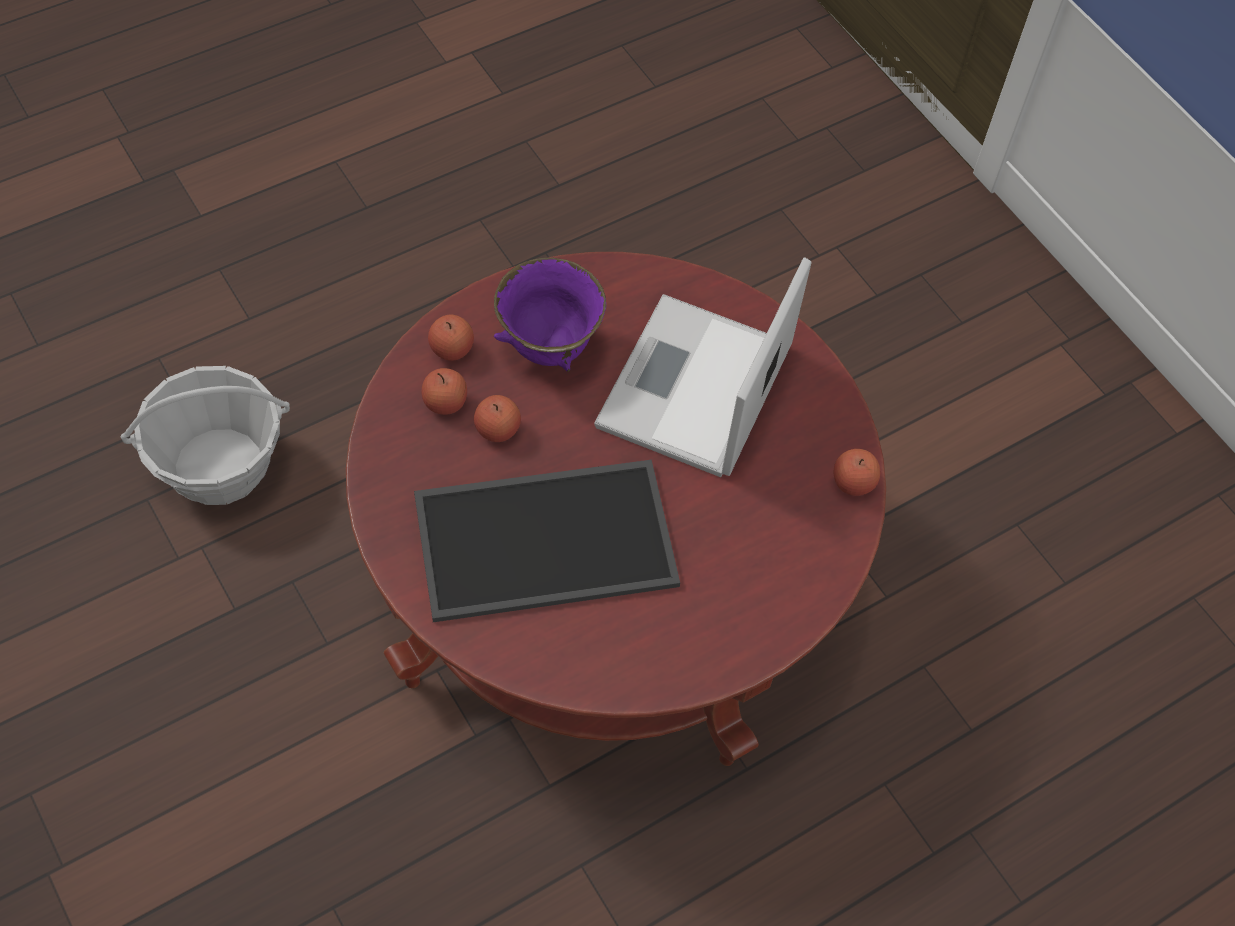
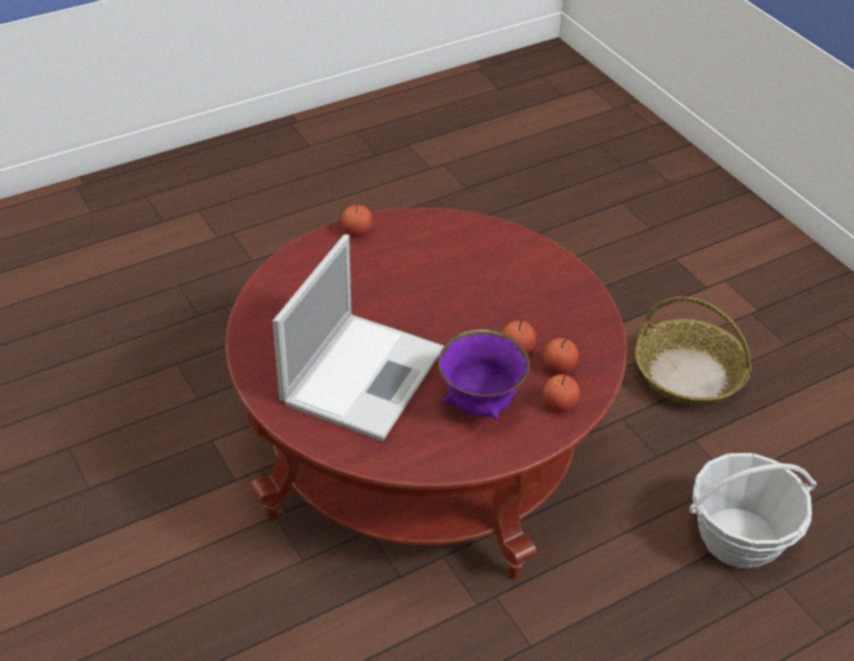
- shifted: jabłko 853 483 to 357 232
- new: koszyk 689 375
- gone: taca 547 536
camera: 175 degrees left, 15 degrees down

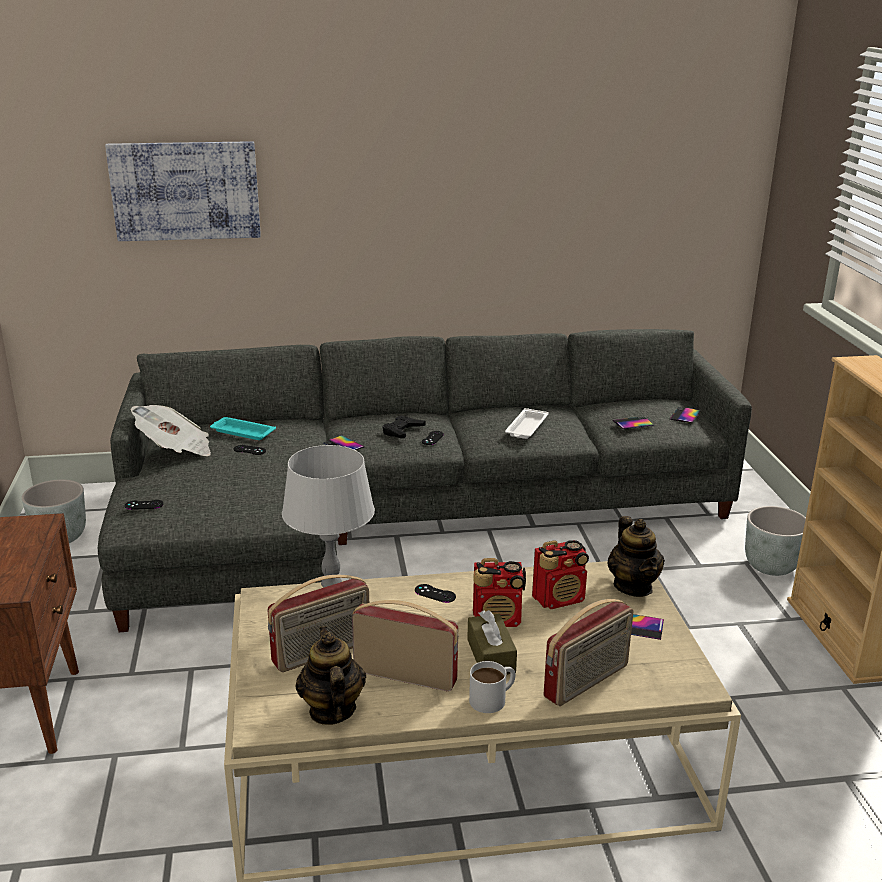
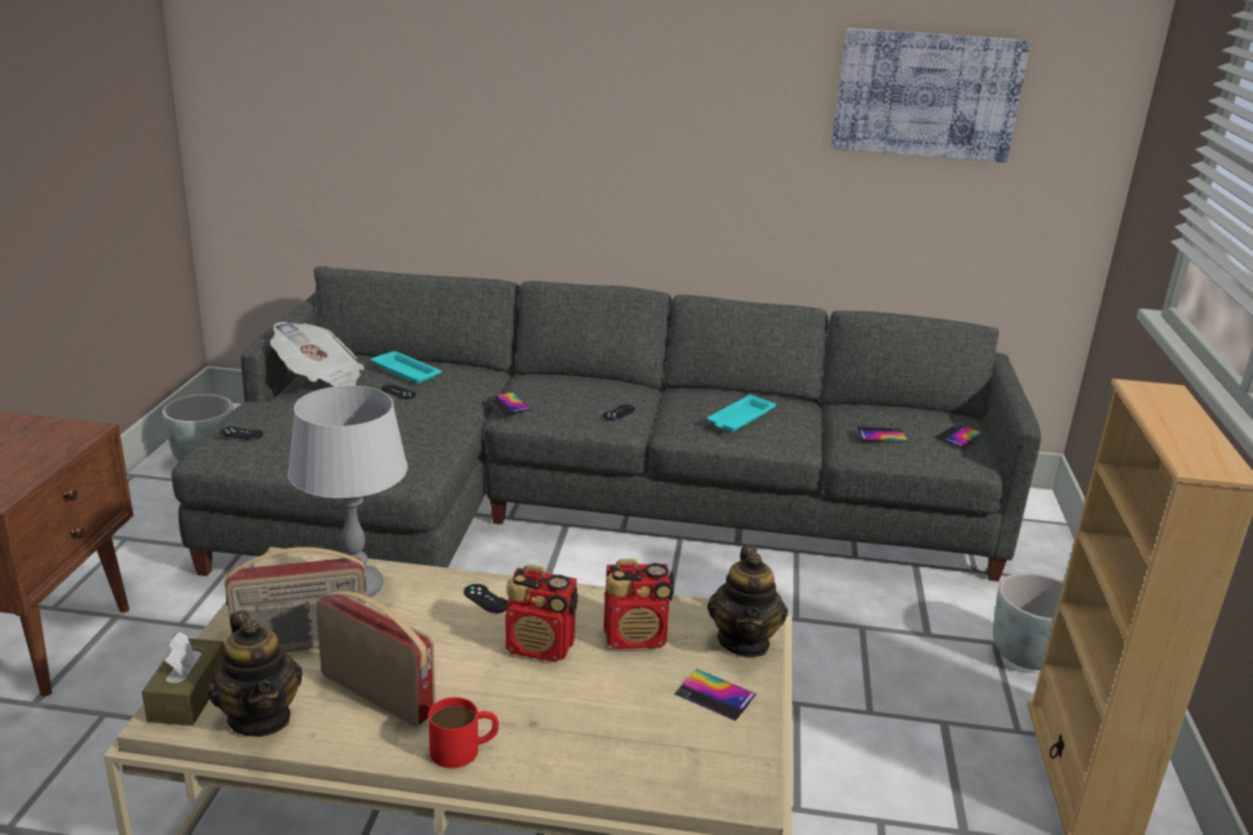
- shifted: pudełko chusteczek [brązowy] 491 656 to 188 695
- rotated: imbryk 331 710 = 260 717 150 degrees clockwise
- repainted: kubek [biały] 493 698 to kubek [czerwony] 464 749
- repainted: taca [biały] 526 428 to taca [turkusowy] 740 419
- shifted: obraz 185 191 to 927 95
- gone: pad do gier [czarny] 402 431
- gone: radio 587 682
camera: 15 degrees right, 0 degrees up

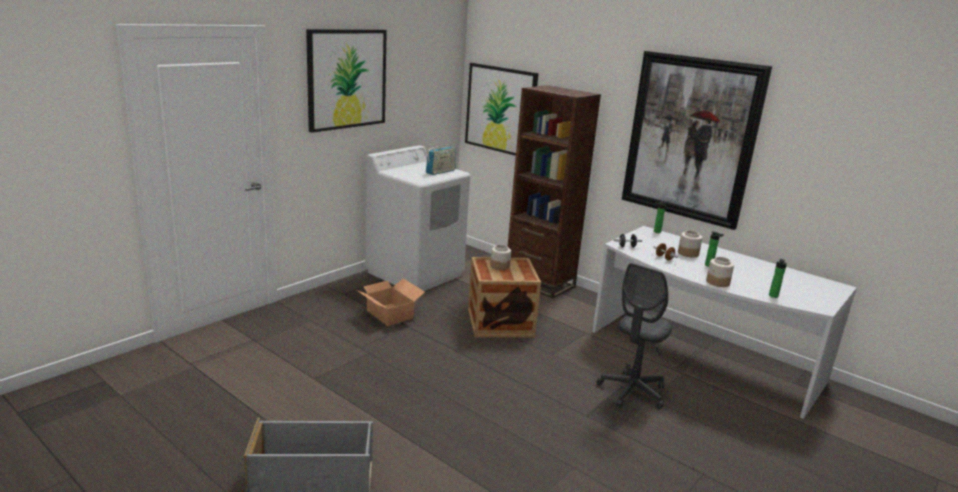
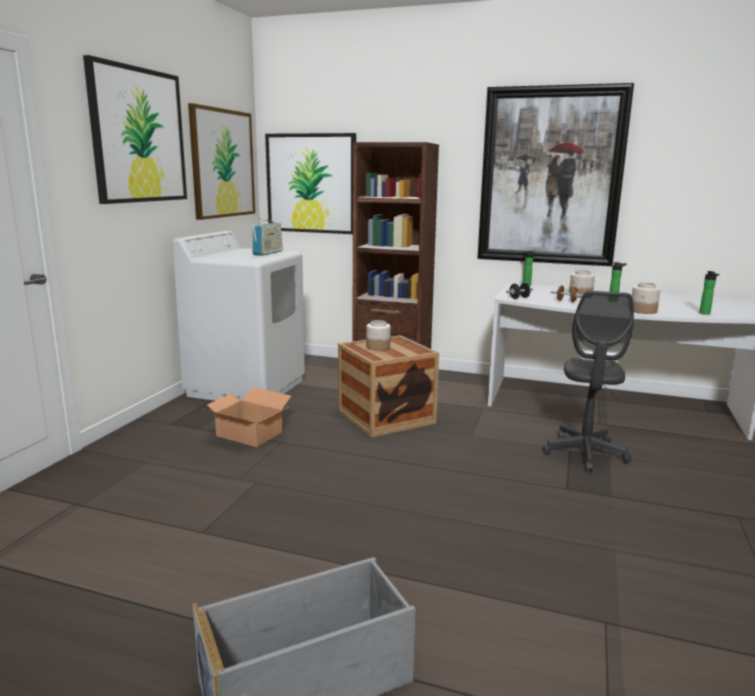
- new: obraz 222 163
camera: 20 degrees left, 5 degrees down

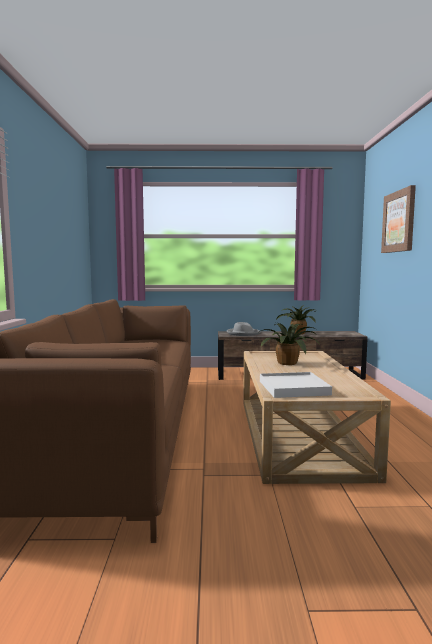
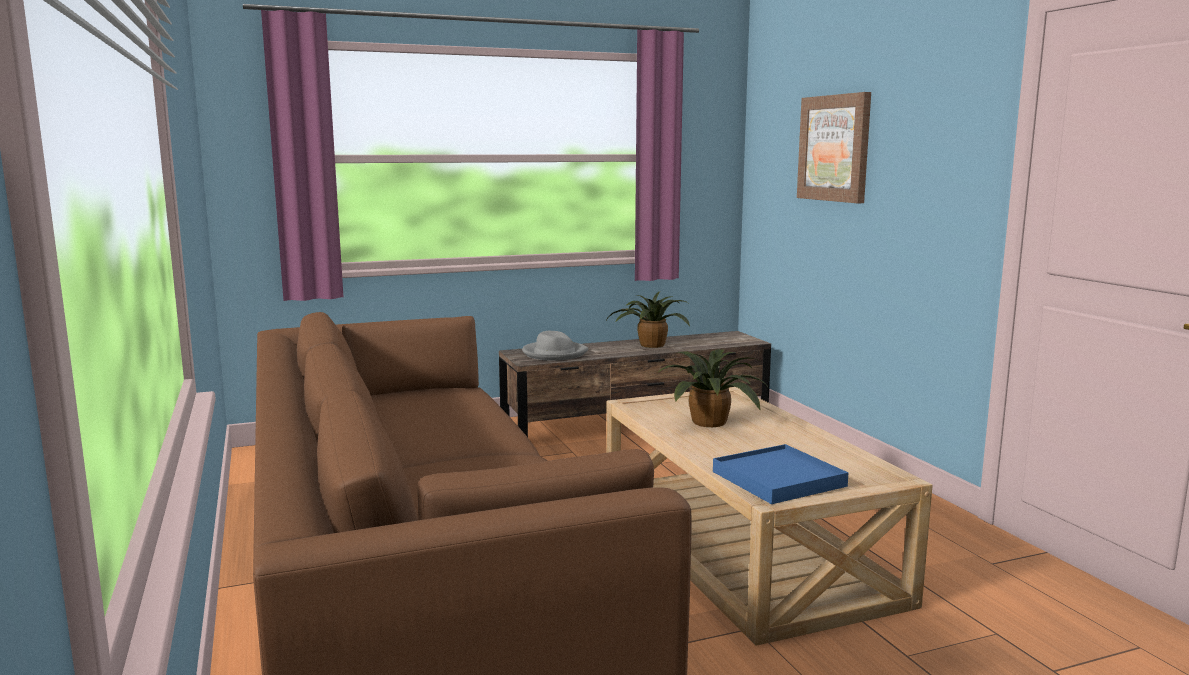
- repainted: taca [biały] 293 388 to taca [niebieski] 779 479
camera: 20 degrees left, 5 degrees up

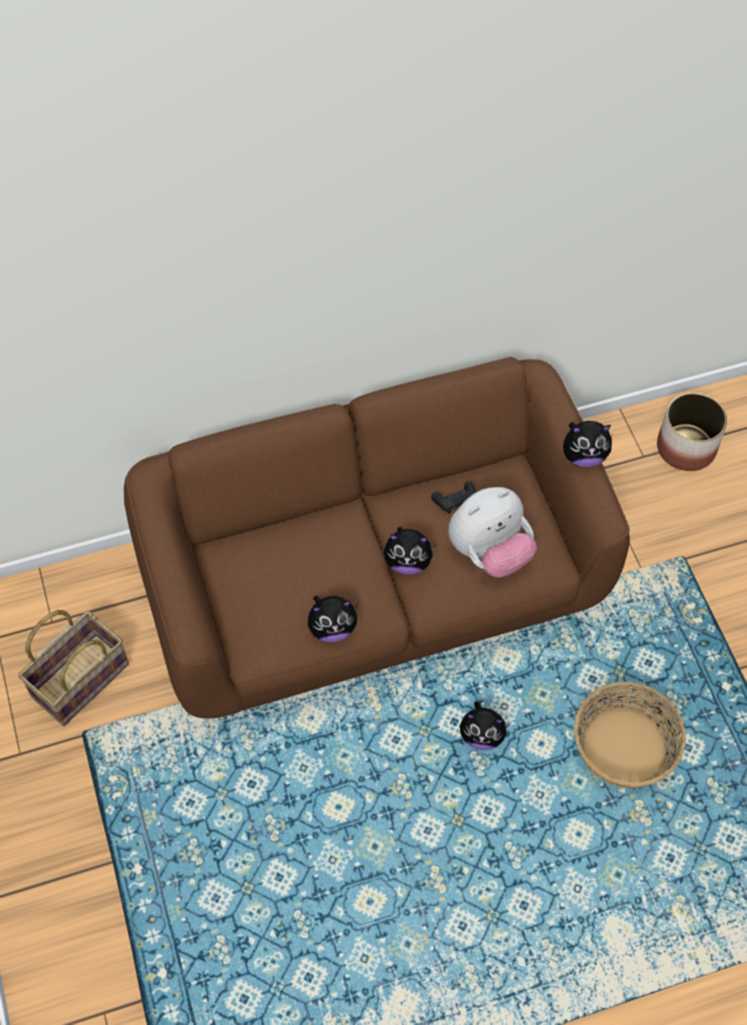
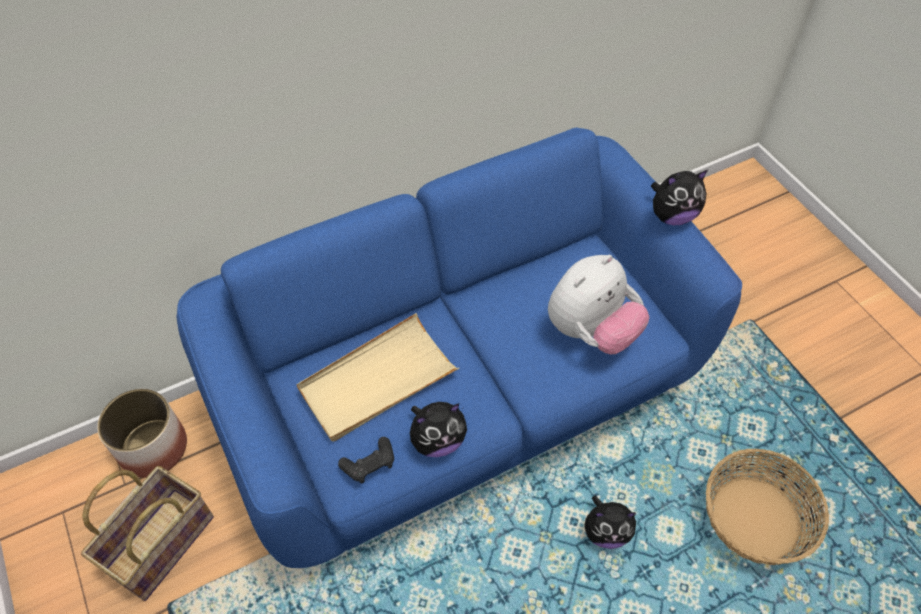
- shifted: donica 686 447 to 154 447
- repainted: kanapa [brązowy] 373 588 to kanapa [niebieski] 460 395
- new: taca [beżowy] 377 381
- shifted: pad do gier [czarny] 455 501 to 369 464
- gone: pluszak 408 561
camera: 10 degrees left, 5 degrees down

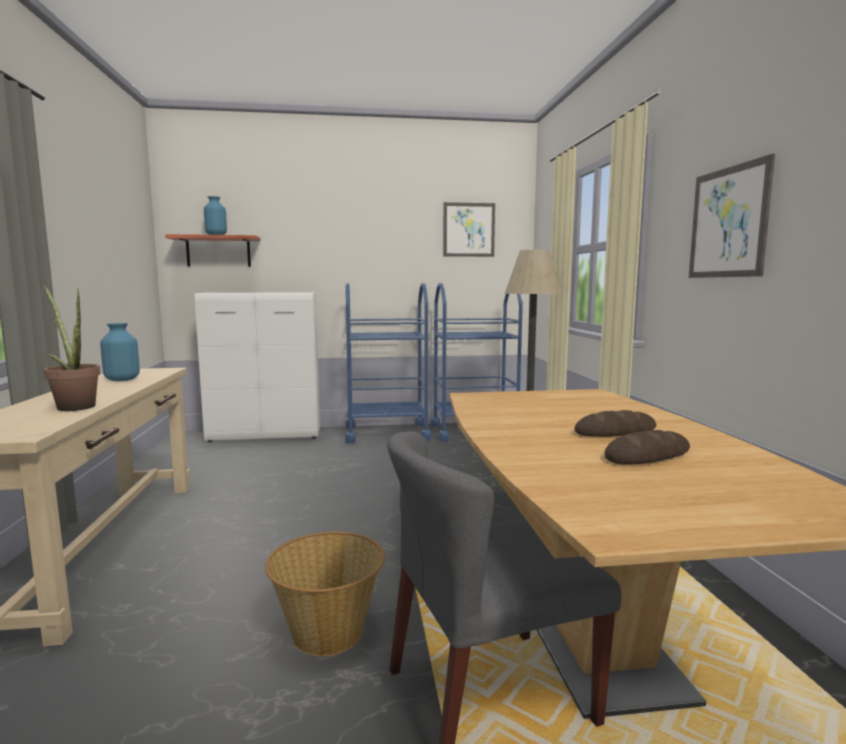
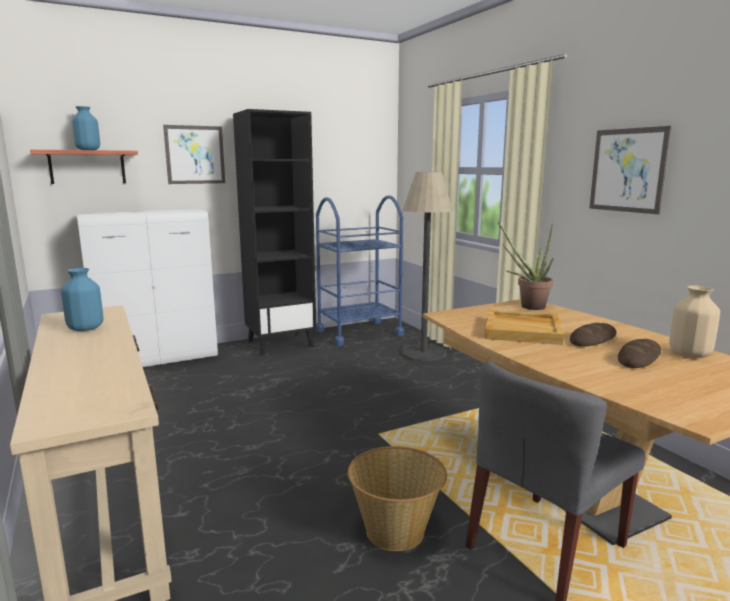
- shifted: obraz 468 230 to 195 155
- swapped: wózek [niebieski] 387 433 to regał [czarny] 281 343
- new: taca [beżowy] 523 330
- shifted: roślina doniczkowa 74 406 to 527 306
- new: wazon [beżowy] 689 354
camera: 20 degrees left, 5 degrees up

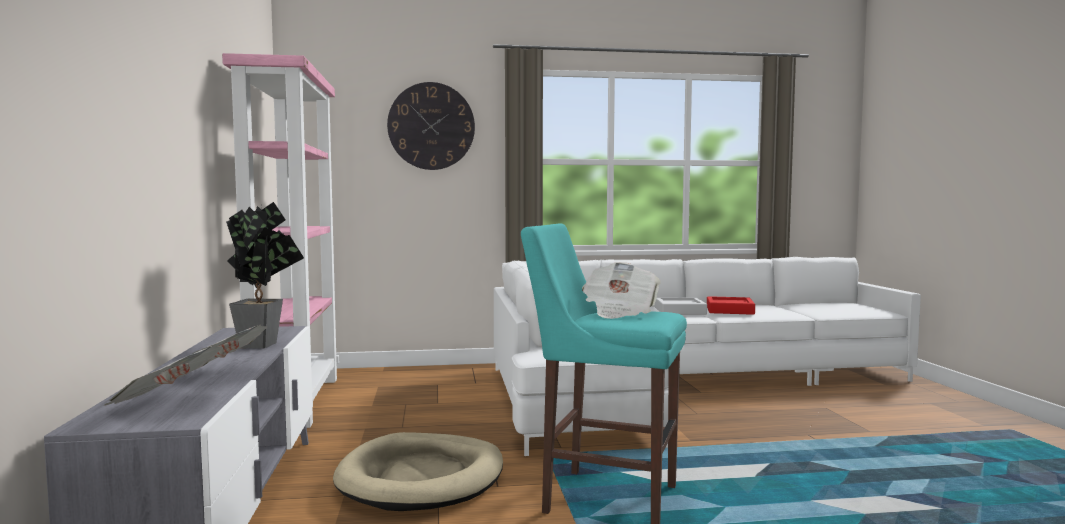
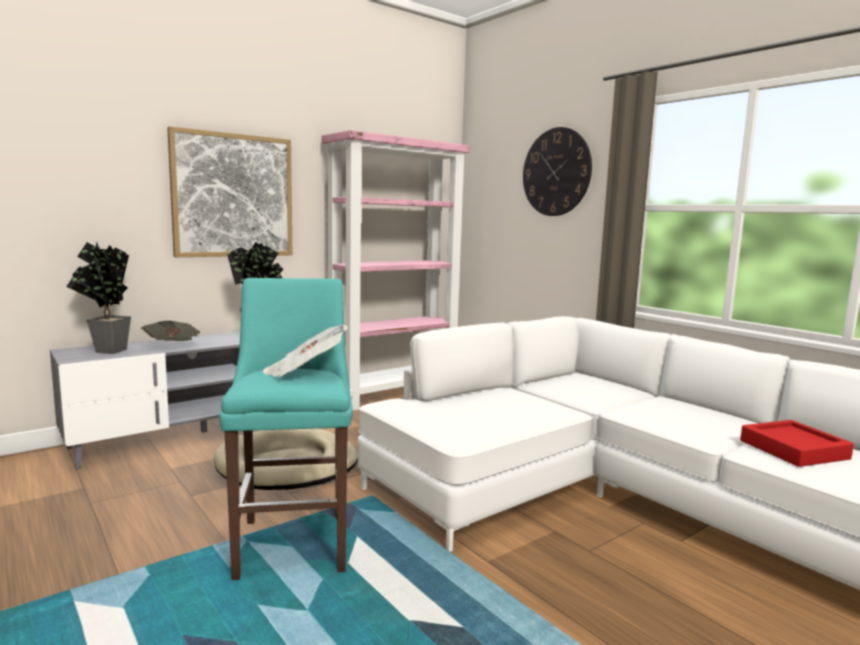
- swapped: gazeta 166 404 to roślina doniczkowa 106 351
- new: obraz 233 196
- gone: taca [szary] 680 311
camera: 60 degrees right, 5 degrees up

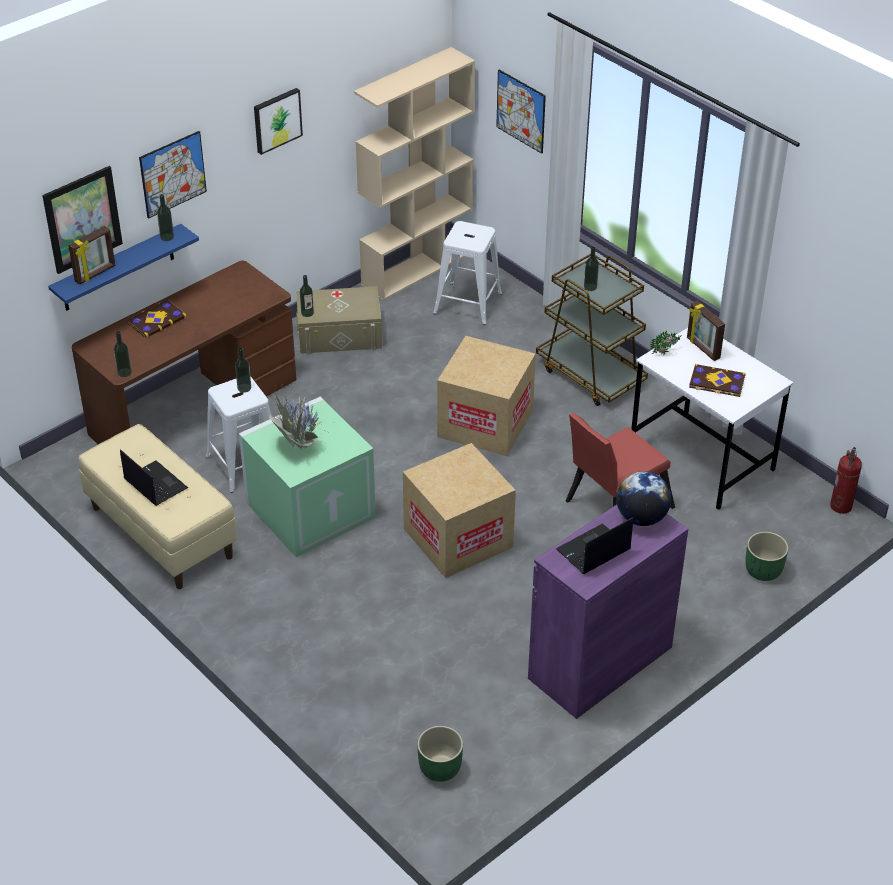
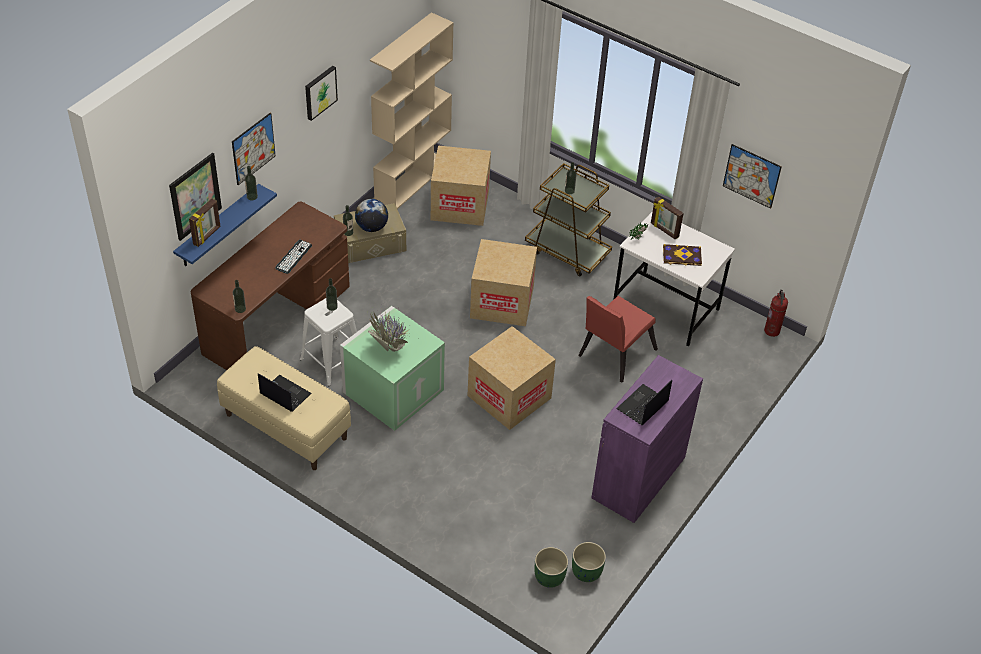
- new: klawiatura 293 257
- shifted: globus 641 518 to 371 227
- swapped: stołek [biały] 468 303 to karton 460 205
- shifted: donica [zielony] 763 571 to 586 572
- shifted: obraz 521 111 to 751 176
- gone: książka 156 320
camera: 15 degrees left, 5 degrees up

